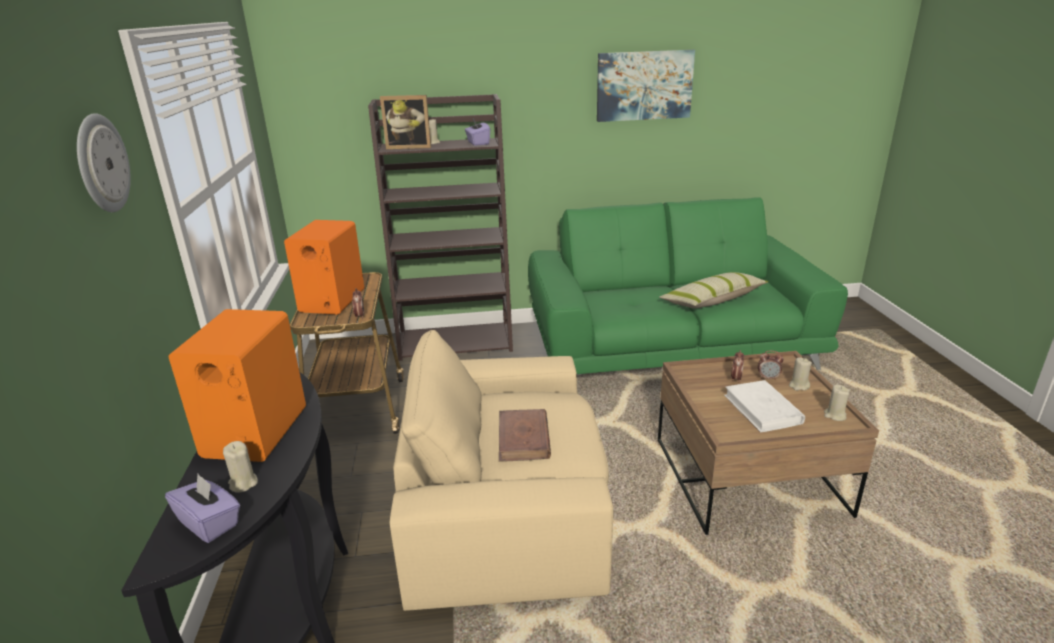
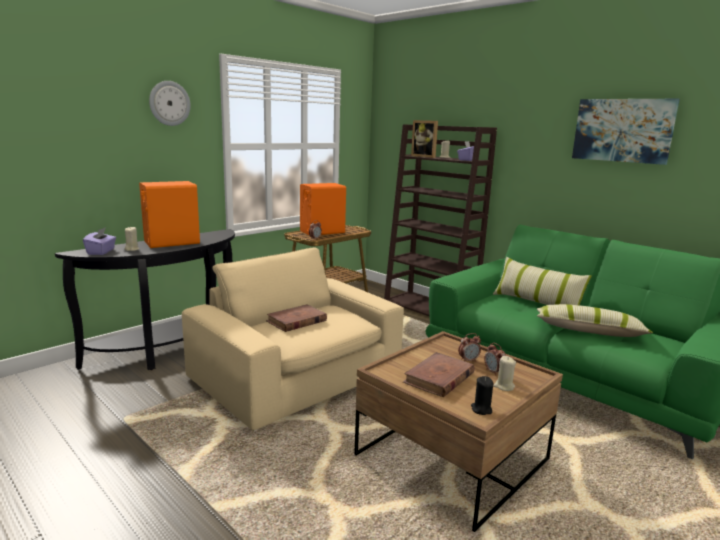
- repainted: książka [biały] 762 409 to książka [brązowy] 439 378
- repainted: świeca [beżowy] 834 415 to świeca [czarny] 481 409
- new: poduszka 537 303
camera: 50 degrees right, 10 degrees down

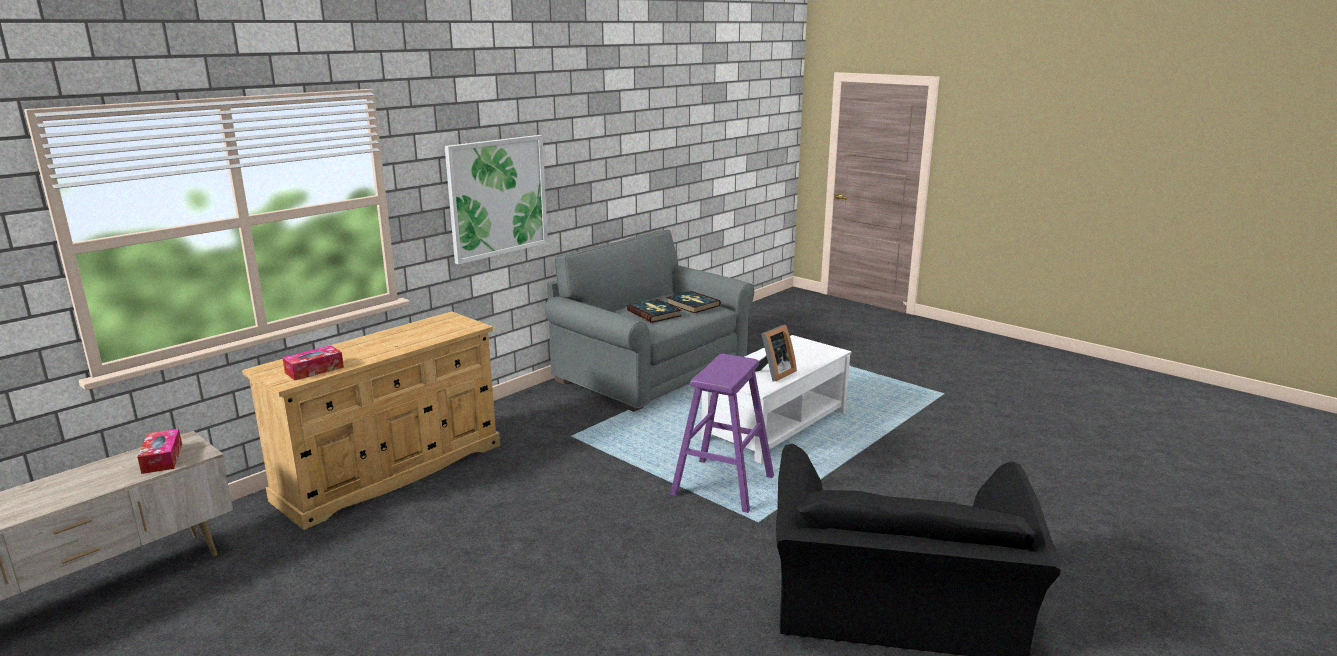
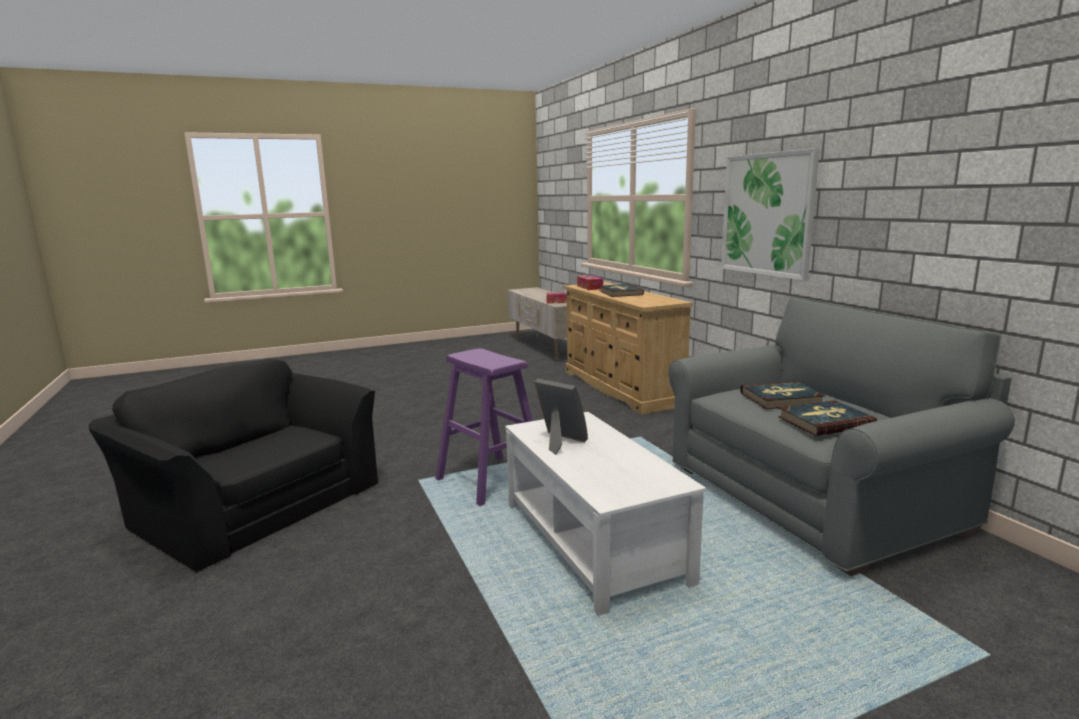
- rotated: ramka na zdjęcie 773 374 = 559 442 150 degrees clockwise
- new: książka 620 293
camera: 115 degrees right, 5 degrees down

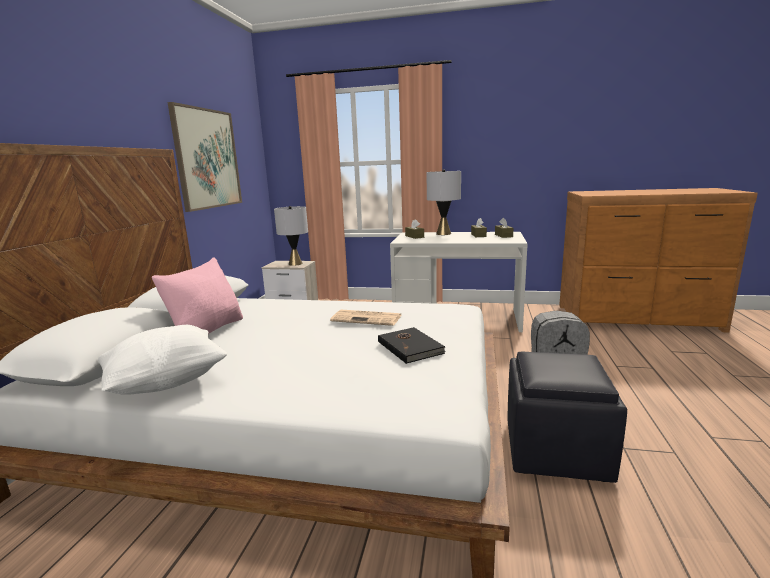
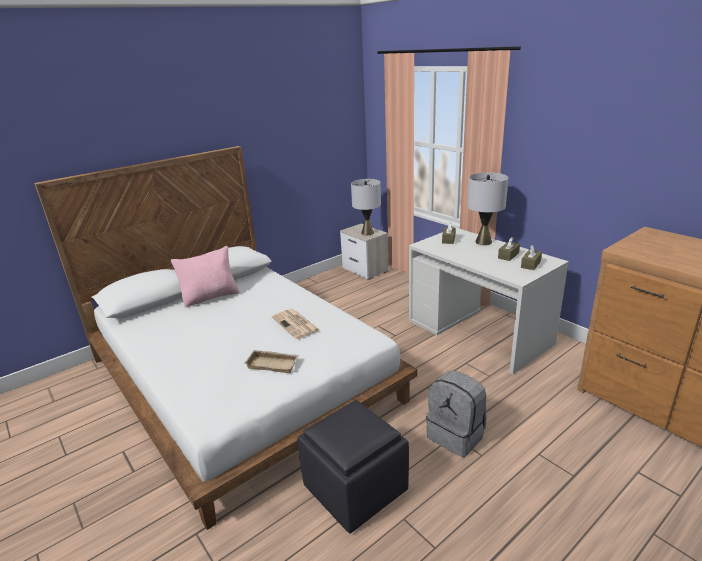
- swapped: książka [czarny] 411 347 to taca [beżowy] 273 364
- gone: poduszka [biały] 167 381
- gone: obraz 207 159
camera: 40 degrees right, 10 degrees up

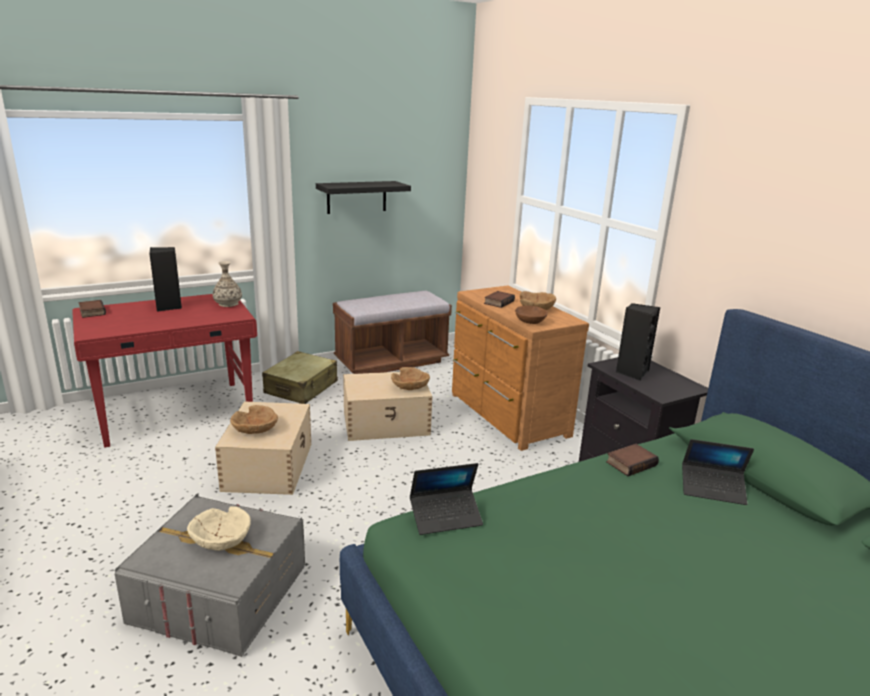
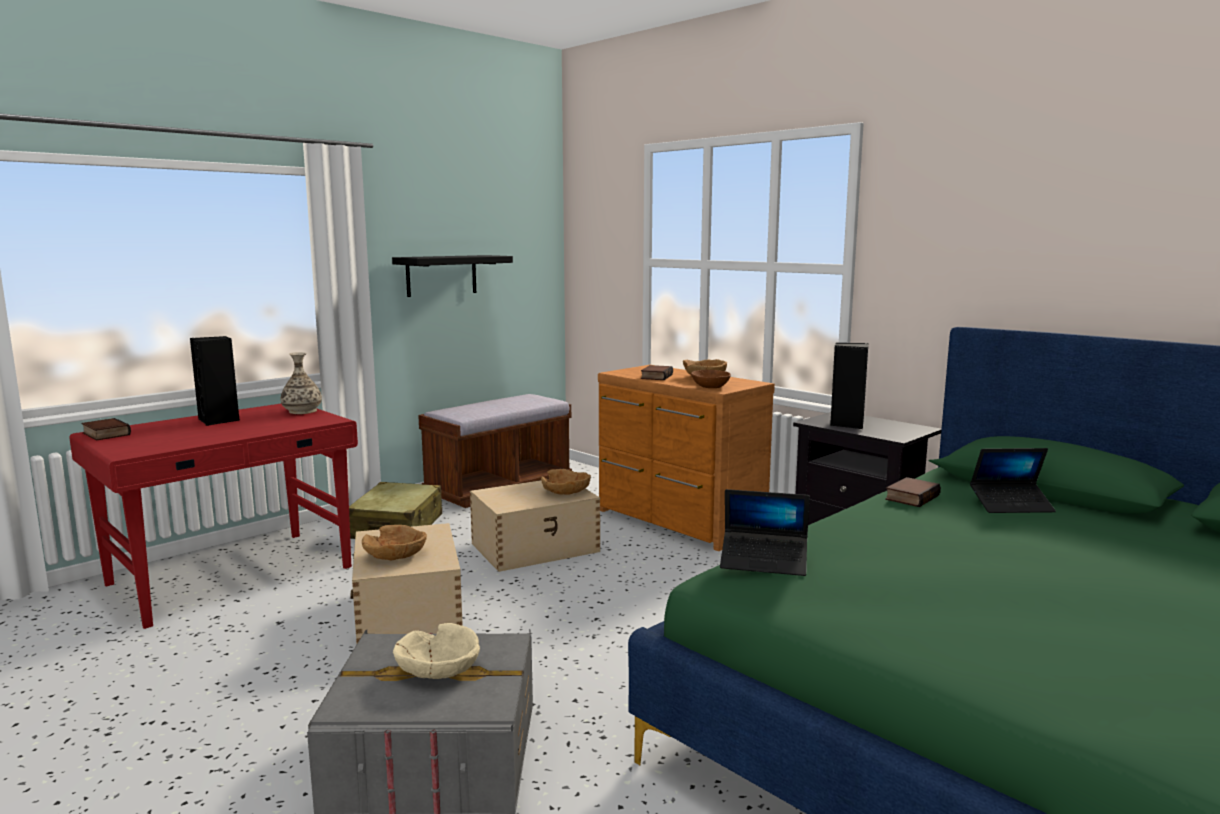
- rotated: laptop 445 517 = 764 562 45 degrees clockwise
camera: 15 degrees left, 10 degrees down

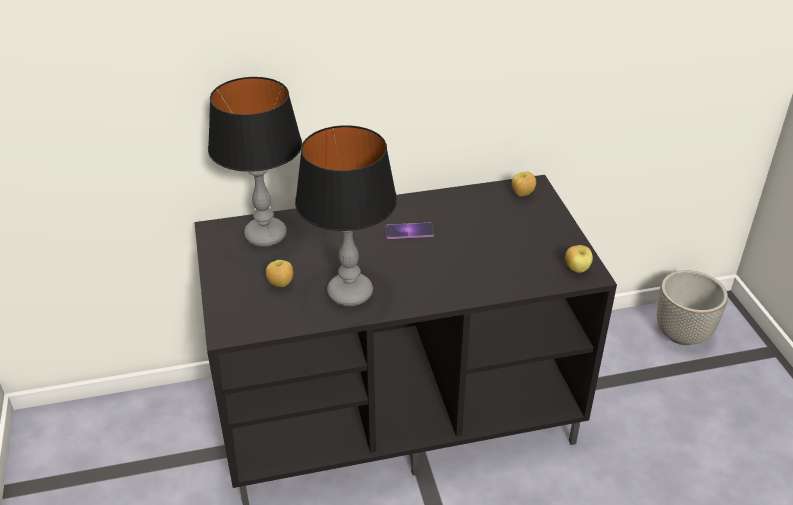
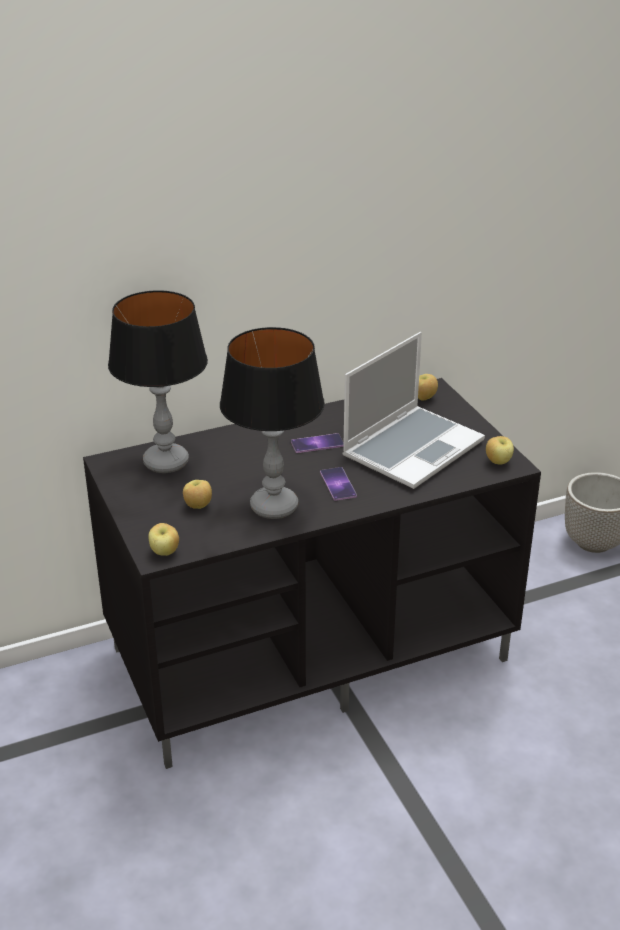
- new: jabłko 165 552
- new: telefon 338 484
- new: laptop 412 448
camera: 10 degrees left, 5 degrees down

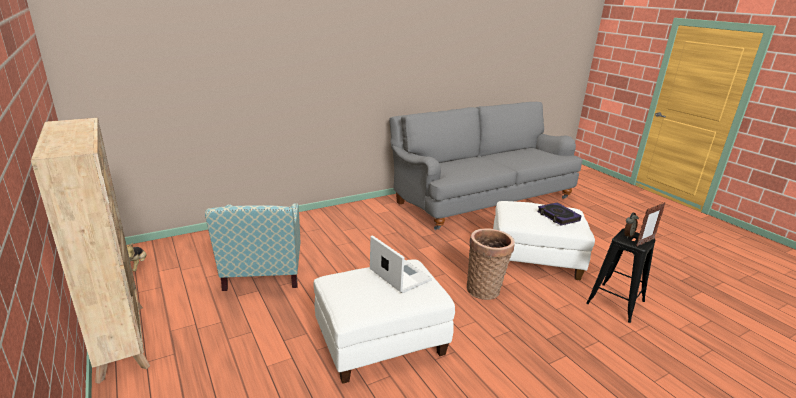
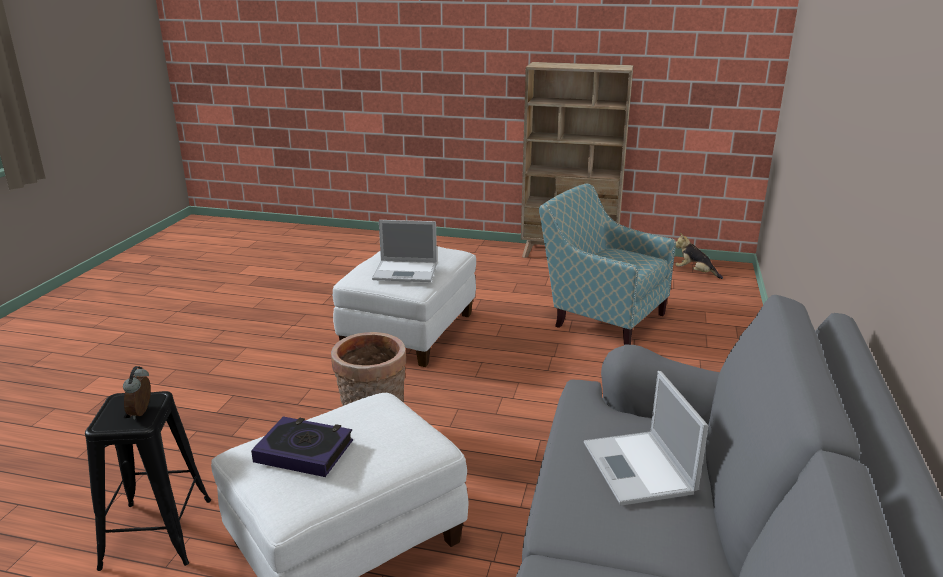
- new: laptop 639 469
- gone: ramka na zdjęcie 644 242
camera: 135 degrees right, 0 degrees up

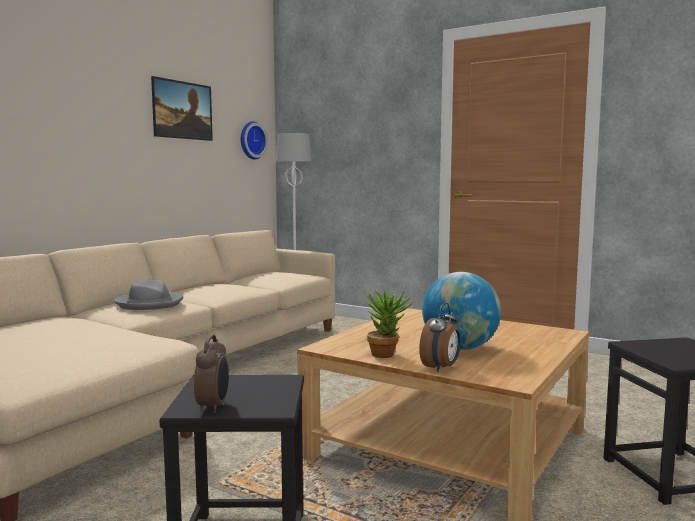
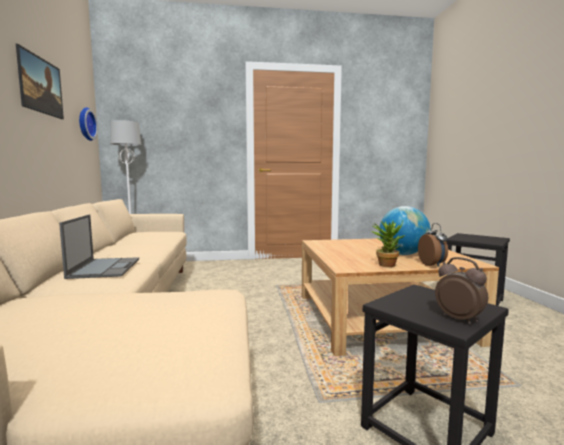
- swapped: kapelusz [szary] 150 303 to laptop 105 268
camera: 40 degrees left, 0 degrees up

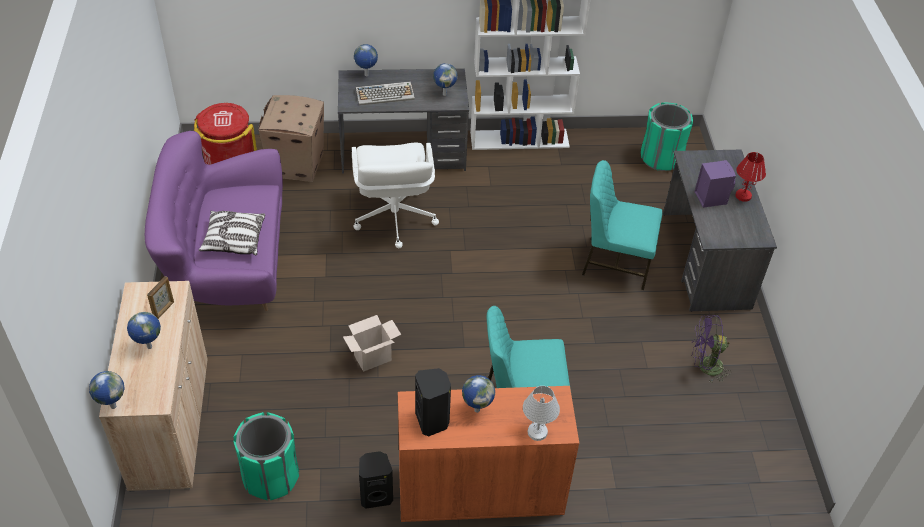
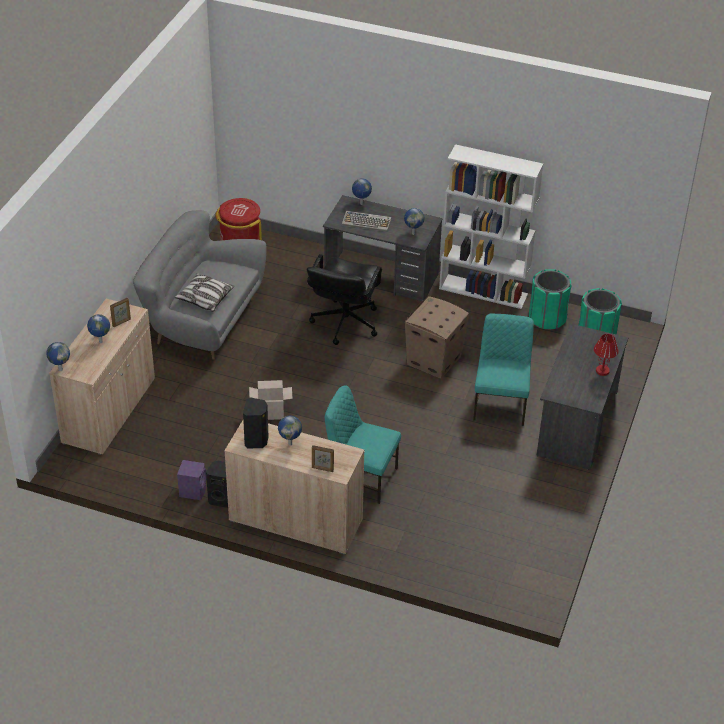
- repainted: kanapa [fioletowy] 227 265 to kanapa [szary] 202 320
- shifted: głośnik [fioletowy] 710 197 to 193 490
- repainted: szafka [pomarańczowy] 480 491 to szafka [beżowy] 296 520
- repainted: krzesło biurowe [biały] 394 219 to krzesło biurowe [czarny] 344 323
- swapped: lampa stołowa [biały] 537 432 to ramka na zdjęcie 322 469
- shifted: karton 296 165 to 433 361
- rotated: krzesło [turkusowy] 615 262 = 500 403 60 degrees clockwise
- shifted: kosz na śmieci [zielony] 270 476 to 547 318
- gone: wentylator [fioletowy] 705 367
camera: 25 degrees right, 5 degrees down

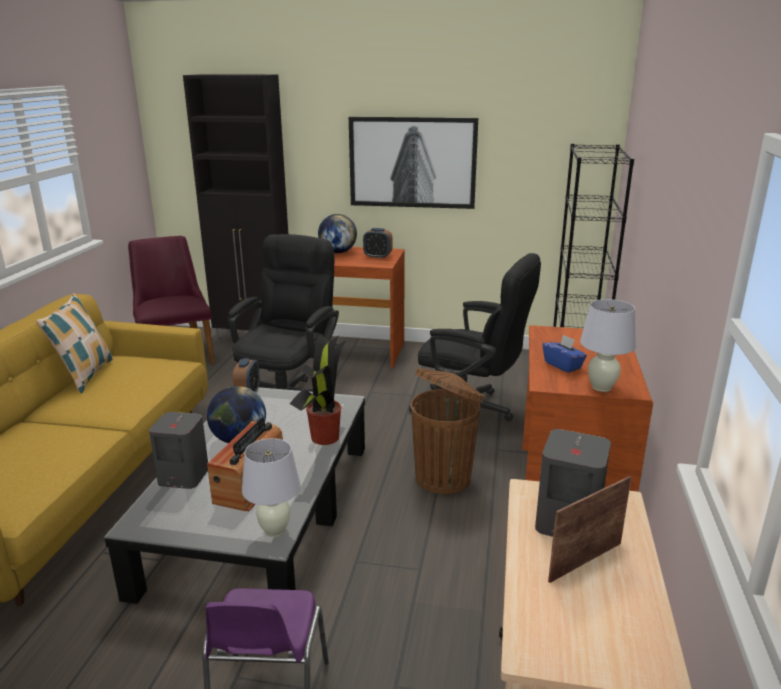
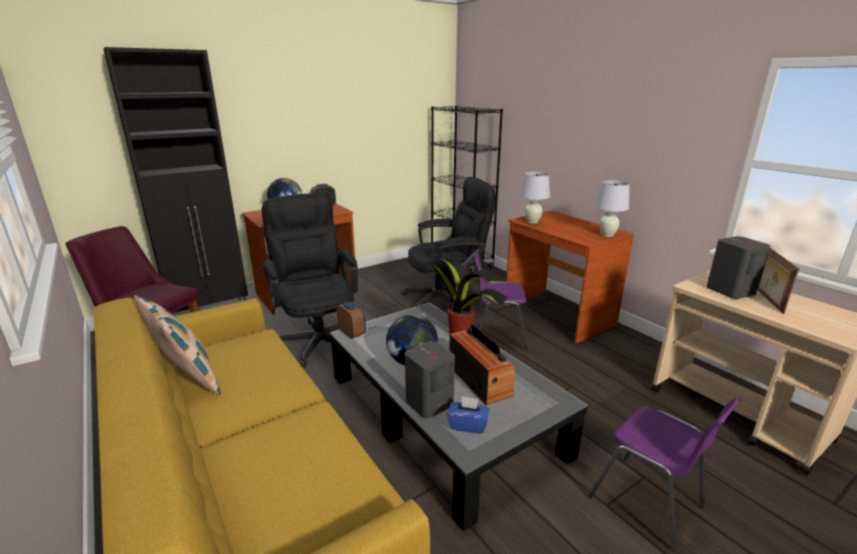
- shifted: pudełko chusteczek [niebieski] 563 365 to 468 425
- swapped: kosz na śmieci [brązowy] 444 477 to krzesło [fioletowy] 497 336
- shifted: lampa stołowa [biały] 275 530 to 532 222
- gone: obraz 412 162
camera: 45 degrees left, 0 degrees up

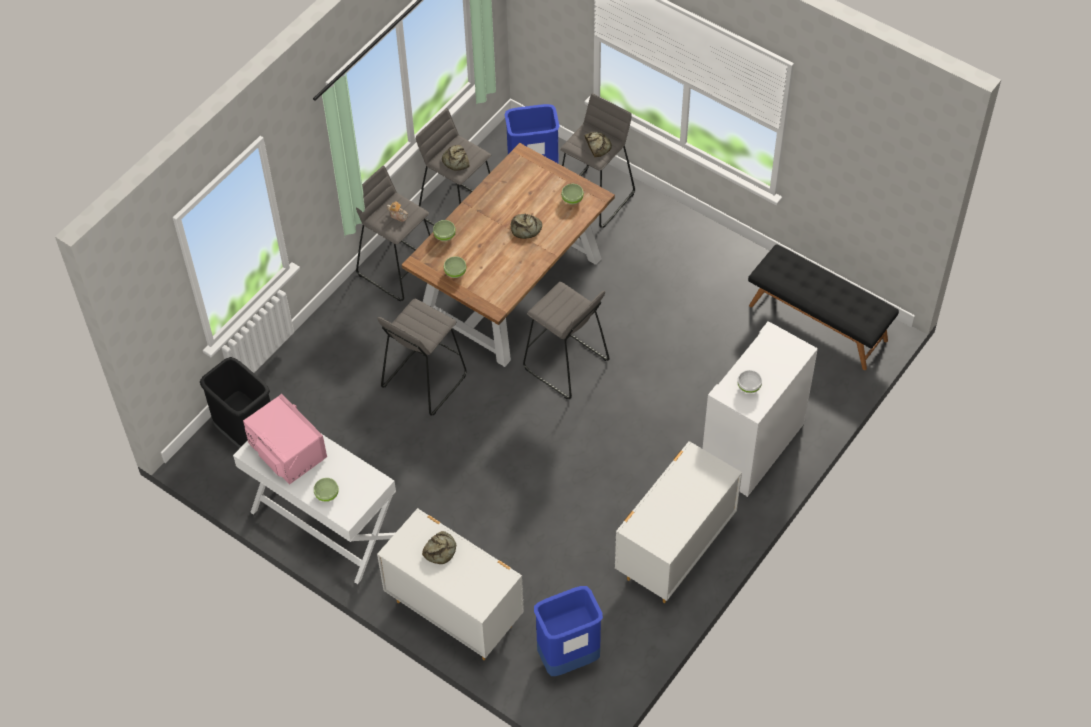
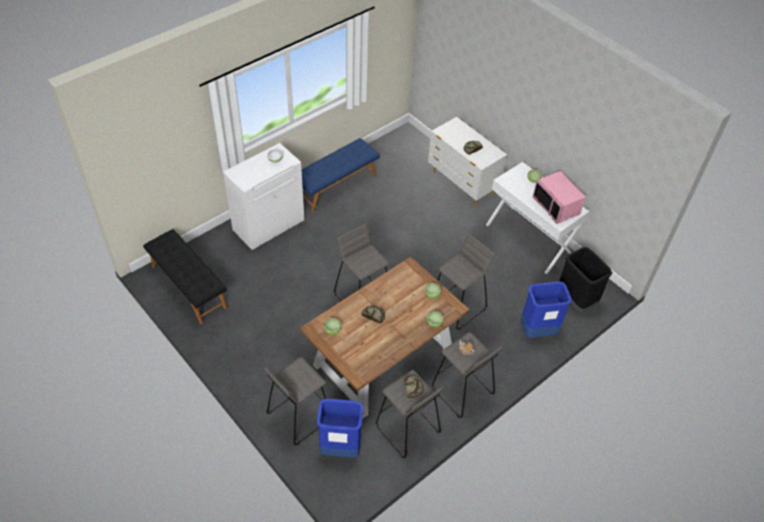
- swapped: komoda [biały] 674 552 to ławka [niebieski] 336 186
- shifted: kosz na śmieci [niebieski] 568 658 to 537 331
- gone: chleb 597 145
camera: 170 degrees left, 5 degrees down

